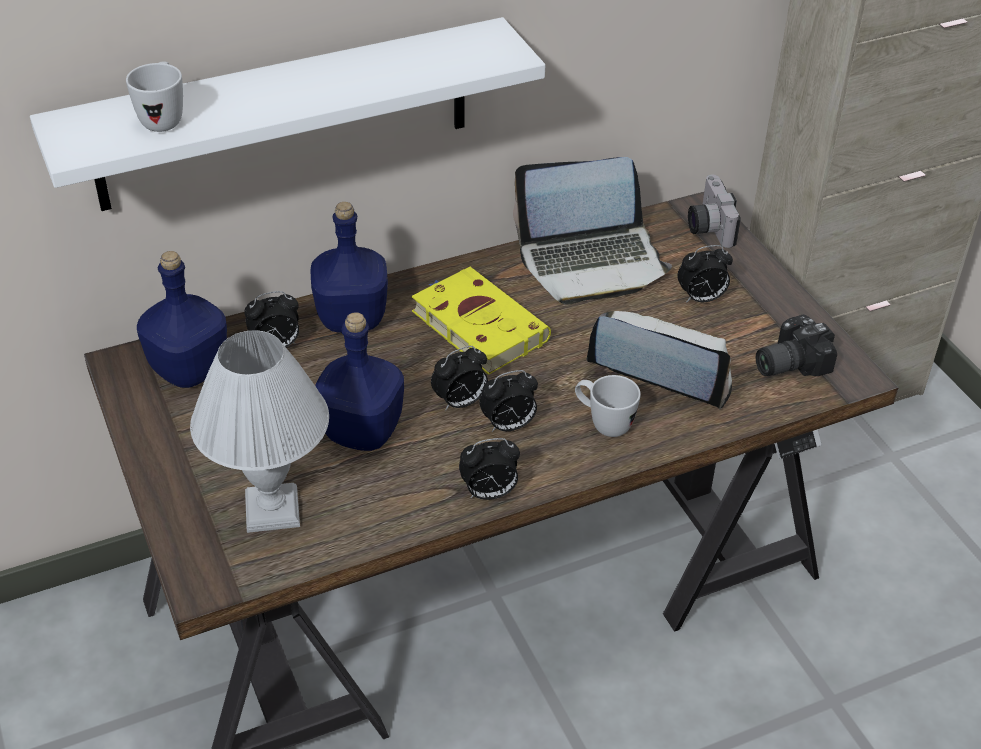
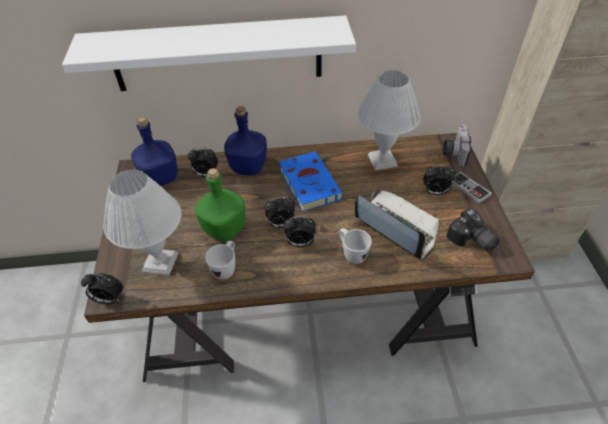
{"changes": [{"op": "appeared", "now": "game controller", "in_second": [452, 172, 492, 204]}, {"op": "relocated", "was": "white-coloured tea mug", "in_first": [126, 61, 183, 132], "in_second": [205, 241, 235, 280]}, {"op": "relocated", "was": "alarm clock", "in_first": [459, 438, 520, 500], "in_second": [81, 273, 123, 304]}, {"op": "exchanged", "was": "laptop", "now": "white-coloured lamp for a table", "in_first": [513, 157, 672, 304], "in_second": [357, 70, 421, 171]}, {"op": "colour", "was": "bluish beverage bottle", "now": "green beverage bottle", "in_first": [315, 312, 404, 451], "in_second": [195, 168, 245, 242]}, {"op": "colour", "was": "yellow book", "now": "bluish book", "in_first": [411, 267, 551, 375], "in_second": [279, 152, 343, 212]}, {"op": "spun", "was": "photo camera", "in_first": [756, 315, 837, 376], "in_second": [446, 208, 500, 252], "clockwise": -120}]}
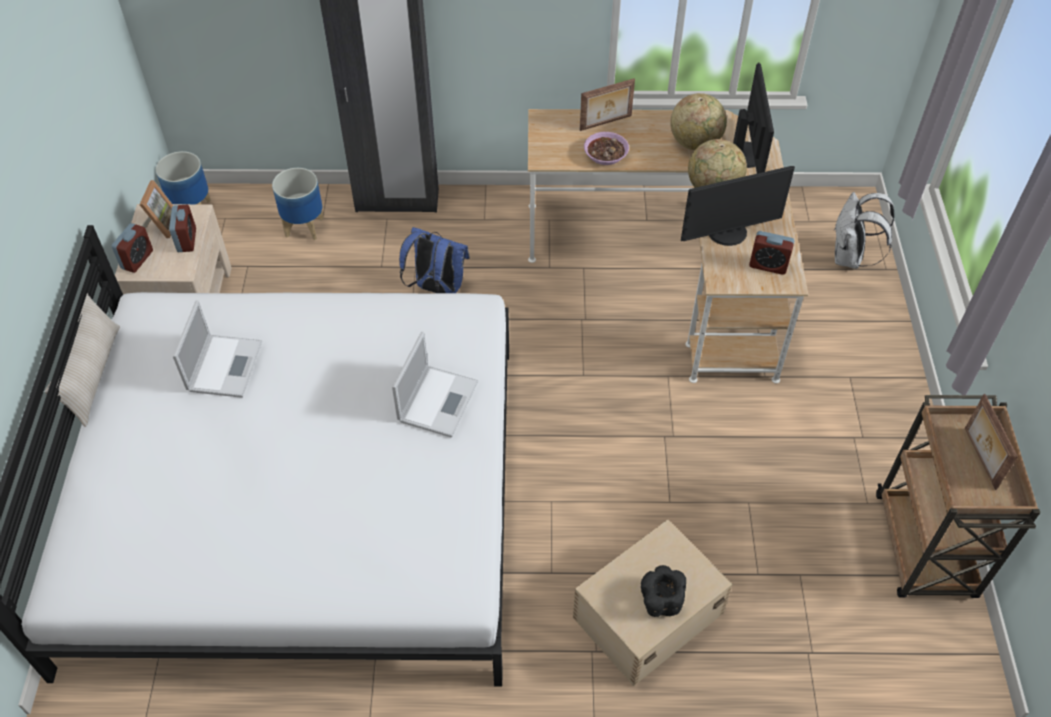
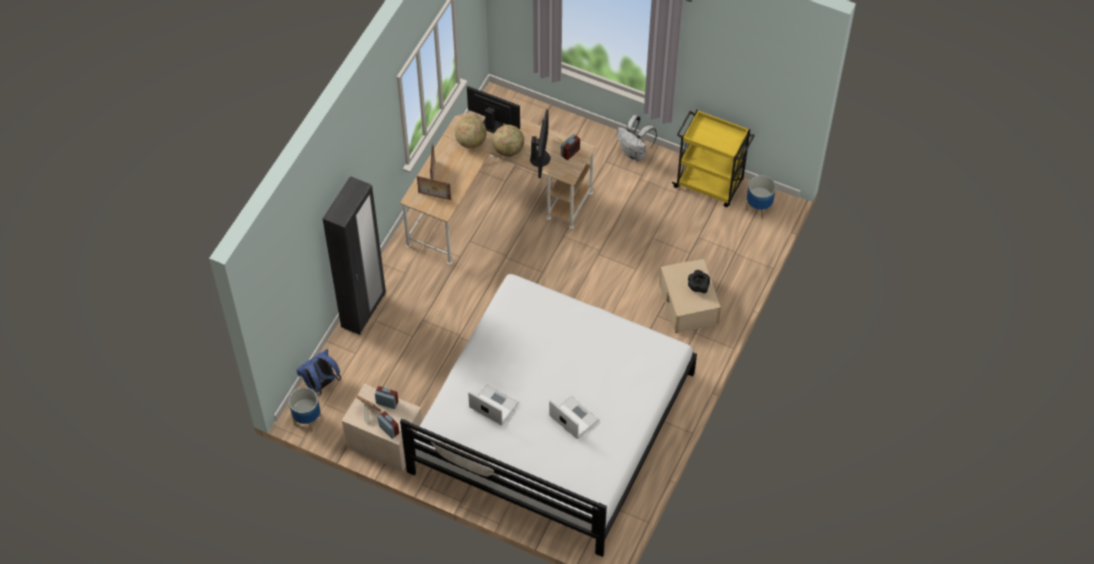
{"changes": [{"op": "missing", "was": "serving bowl", "in_first": [584, 132, 629, 165]}, {"op": "relocated", "was": "flower pot", "in_first": [272, 168, 324, 240], "in_second": [746, 175, 776, 219]}, {"op": "relocated", "was": "laptop", "in_first": [392, 332, 478, 438], "in_second": [549, 396, 599, 439]}, {"op": "relocated", "was": "bluish knapsack", "in_first": [399, 227, 470, 293], "in_second": [296, 349, 341, 396]}, {"op": "relocated", "was": "white-coloured knapsack", "in_first": [834, 192, 894, 269], "in_second": [616, 115, 657, 162]}, {"op": "relocated", "was": "standing frame", "in_first": [965, 394, 1018, 490], "in_second": [417, 176, 451, 200]}, {"op": "colour", "was": "brownish trolley", "now": "yellow trolley", "in_first": [876, 395, 1041, 598], "in_second": [672, 109, 755, 207]}]}
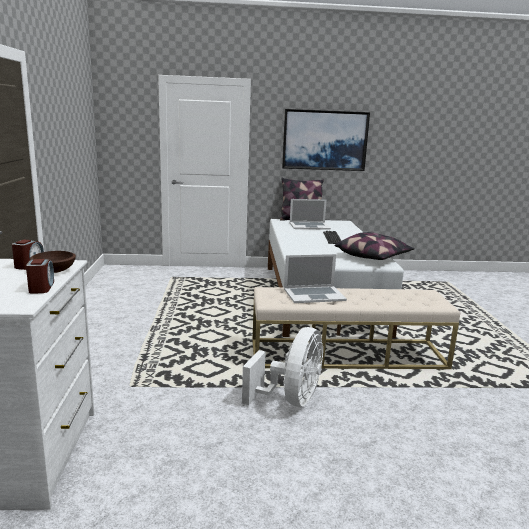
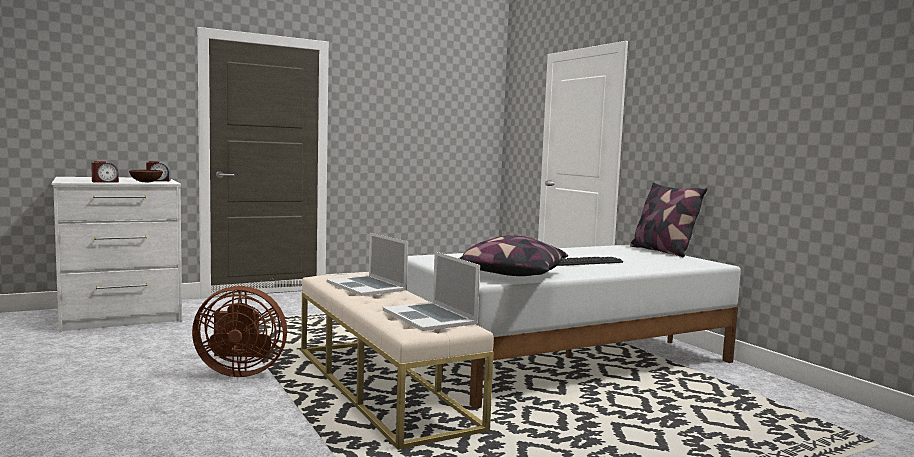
{"changes": [{"op": "missing", "was": "wall art", "in_first": [282, 109, 370, 171]}, {"op": "relocated", "was": "laptop", "in_first": [290, 199, 331, 230], "in_second": [383, 251, 480, 331]}, {"op": "colour", "was": "white-coloured fan", "now": "brownish fan", "in_first": [242, 327, 323, 407], "in_second": [192, 286, 287, 377]}]}
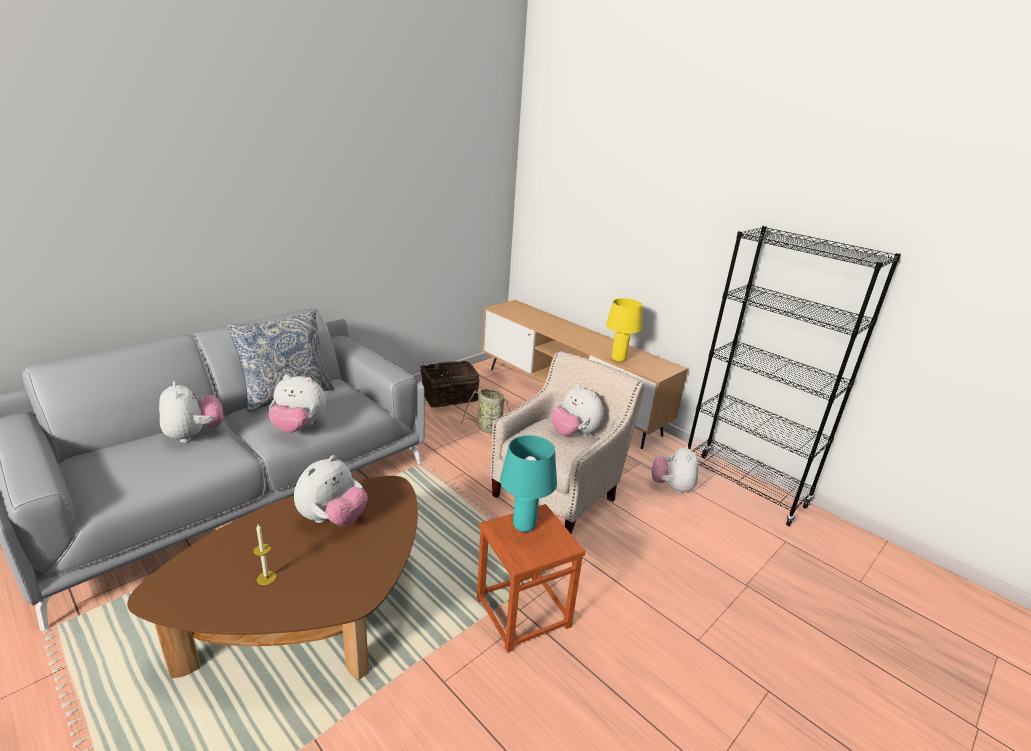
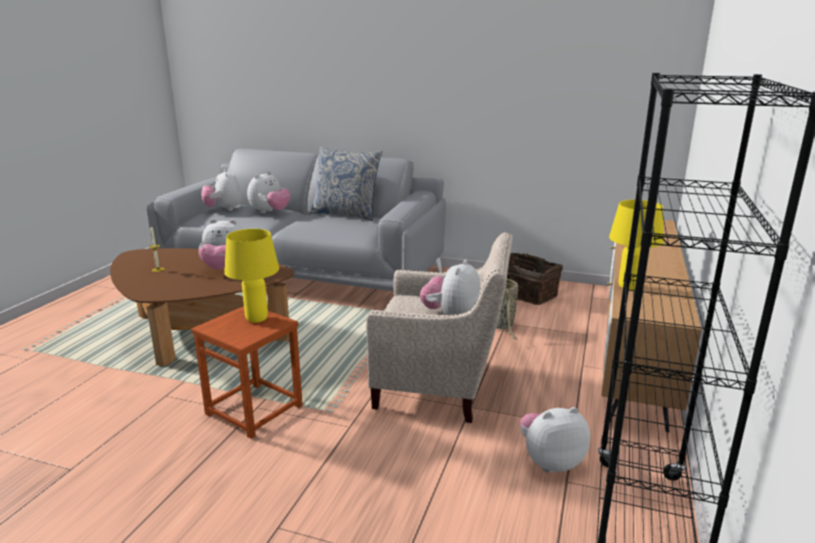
{"changes": [{"op": "relocated", "was": "soft toy", "in_first": [268, 375, 326, 433], "in_second": [201, 169, 242, 211]}, {"op": "colour", "was": "turquoise-coloured lamp for a table", "now": "yellow lamp for a table", "in_first": [500, 435, 557, 532], "in_second": [224, 229, 279, 323]}]}
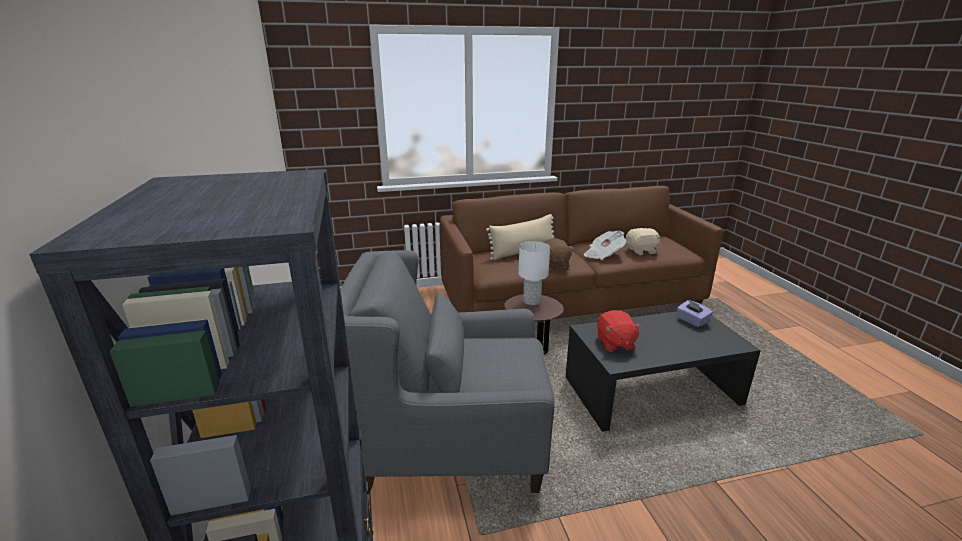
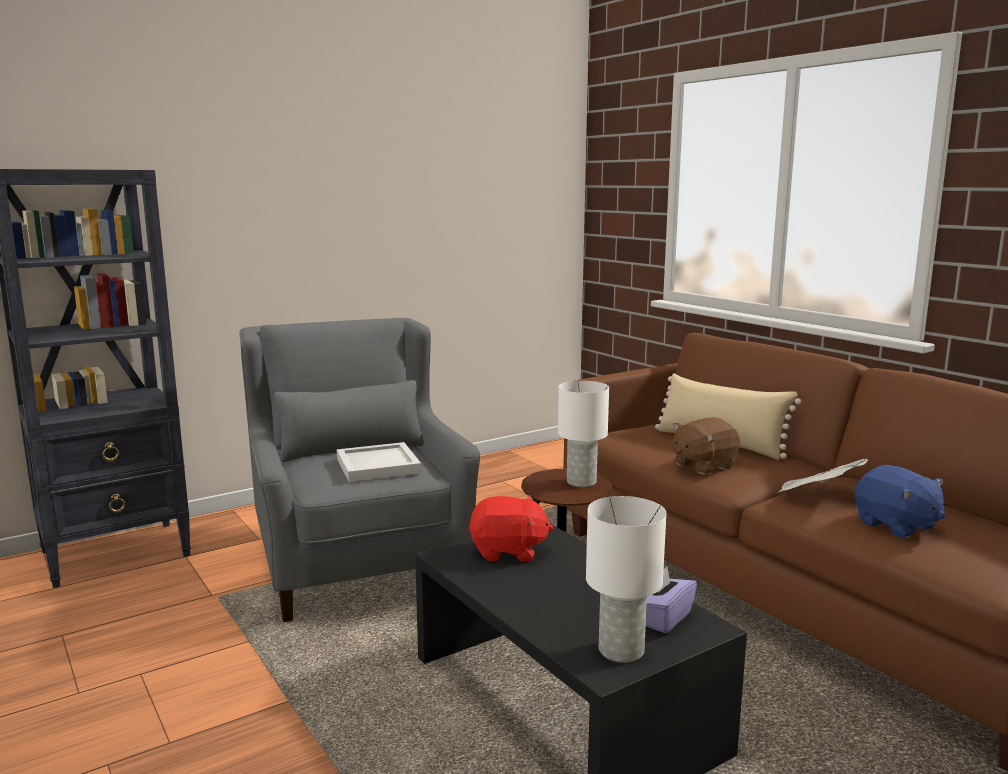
{"changes": [{"op": "appeared", "now": "white-coloured tray", "in_second": [337, 442, 421, 482]}, {"op": "appeared", "now": "white-coloured lamp for a table", "in_second": [586, 496, 666, 663]}, {"op": "colour", "was": "beige soft toy", "now": "bluish soft toy", "in_first": [626, 228, 660, 255], "in_second": [855, 465, 945, 538]}, {"op": "spun", "was": "red-coloured soft toy", "in_first": [597, 310, 642, 352], "in_second": [468, 495, 554, 561], "clockwise": -150}]}
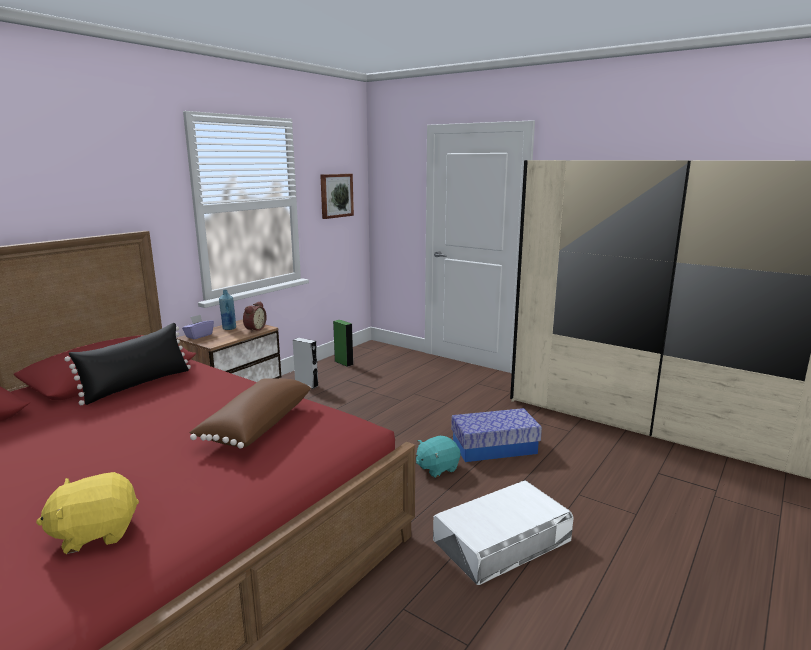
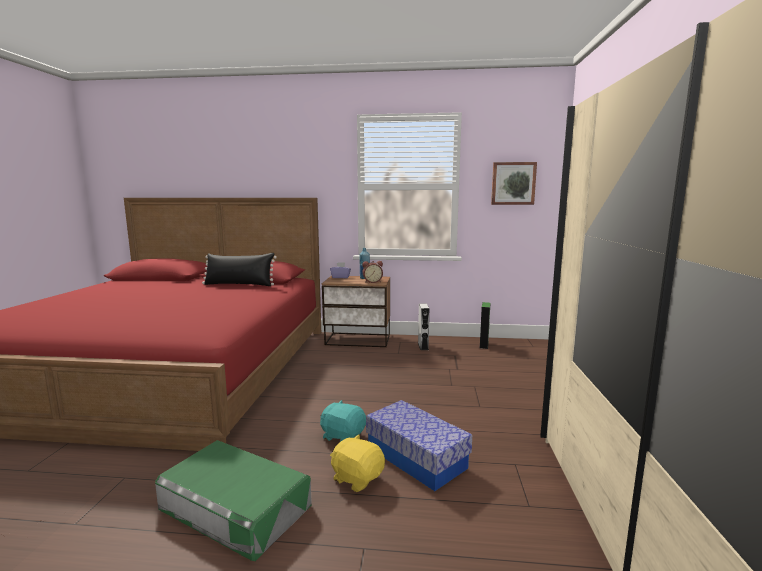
{"changes": [{"op": "missing", "was": "brownish cushion", "in_first": [189, 378, 311, 449]}, {"op": "relocated", "was": "yellow soft toy", "in_first": [36, 472, 139, 554], "in_second": [330, 434, 385, 492]}, {"op": "colour", "was": "white-coloured storage bin", "now": "green storage bin", "in_first": [433, 480, 574, 585], "in_second": [155, 440, 312, 561]}]}
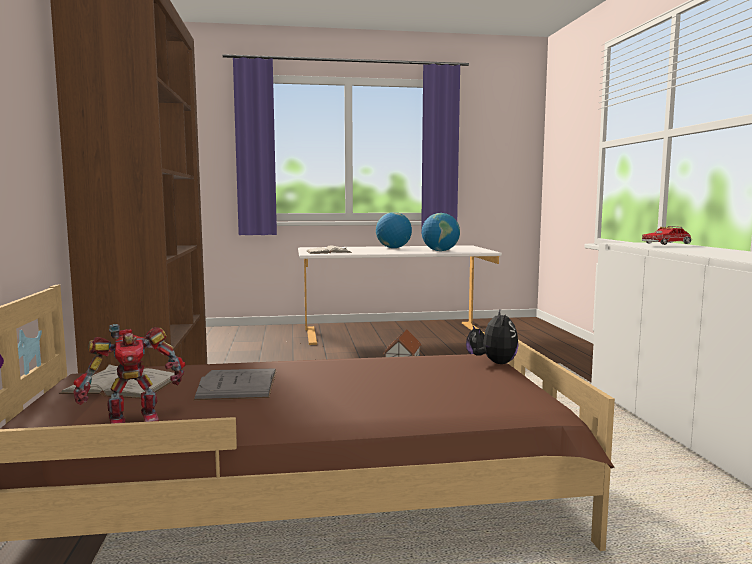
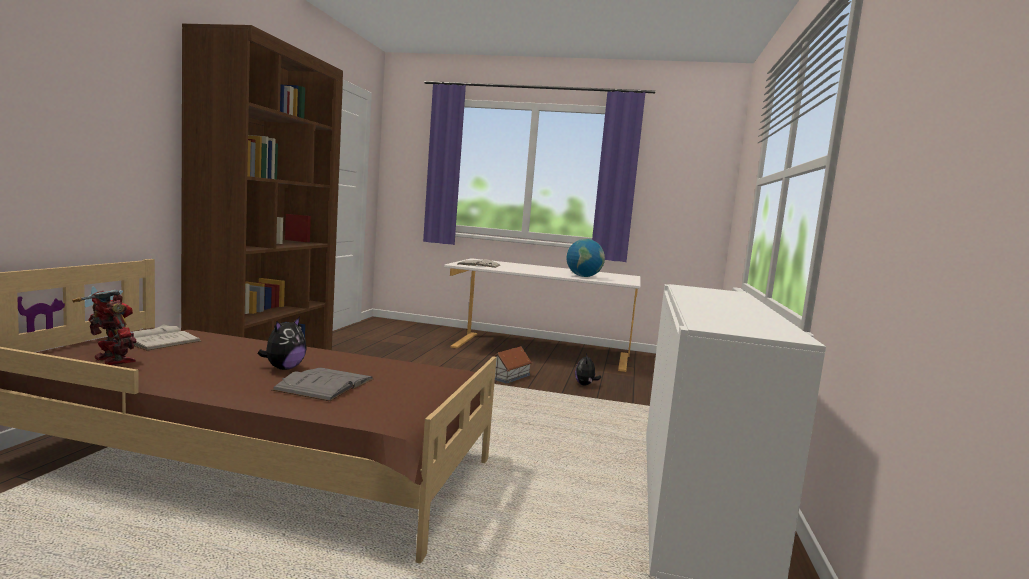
{"changes": [{"op": "missing", "was": "world globe", "in_first": [376, 212, 412, 248]}, {"op": "missing", "was": "model truck", "in_first": [642, 226, 692, 245]}, {"op": "relocated", "was": "greyish book", "in_first": [193, 368, 277, 400], "in_second": [272, 367, 374, 401]}, {"op": "relocated", "was": "soft toy", "in_first": [473, 308, 519, 364], "in_second": [258, 317, 307, 370]}, {"op": "spun", "was": "robot figure", "in_first": [73, 324, 185, 424], "in_second": [72, 289, 137, 365], "clockwise": -135}]}
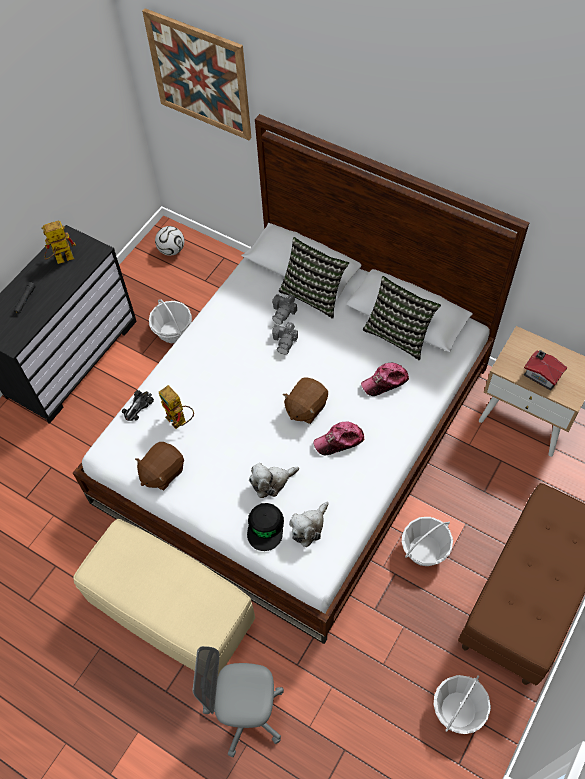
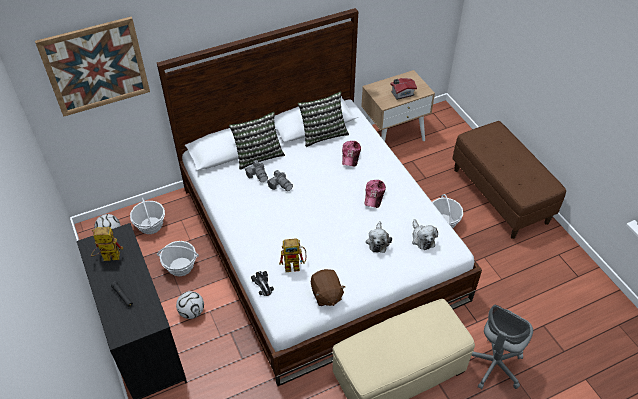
{"changes": [{"op": "missing", "was": "blackish cap", "in_first": [247, 503, 284, 551]}, {"op": "missing", "was": "brownish soft toy", "in_first": [283, 377, 328, 424]}, {"op": "appeared", "now": "ball for football", "in_second": [176, 291, 204, 319]}, {"op": "relocated", "was": "basket", "in_first": [434, 675, 491, 734], "in_second": [130, 198, 165, 234]}, {"op": "spun", "was": "robot figure", "in_first": [41, 220, 76, 264], "in_second": [91, 227, 123, 261], "clockwise": 75}]}
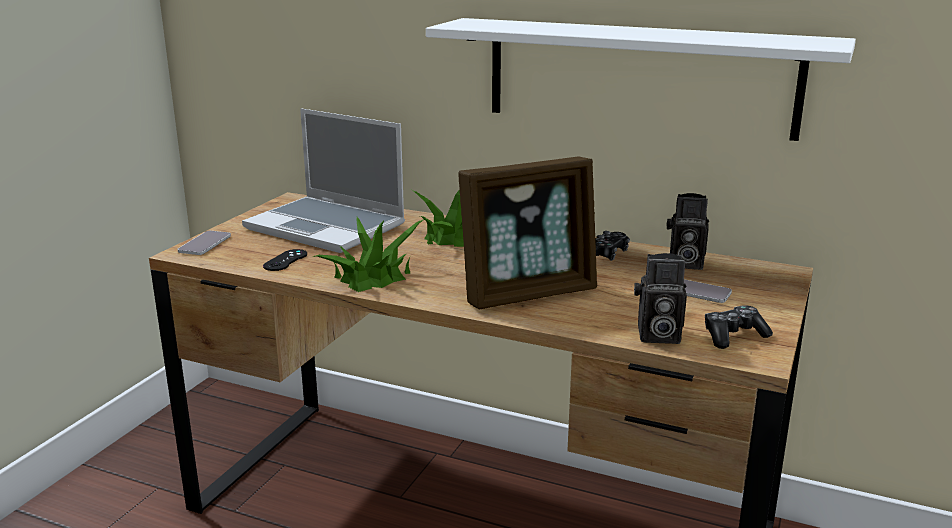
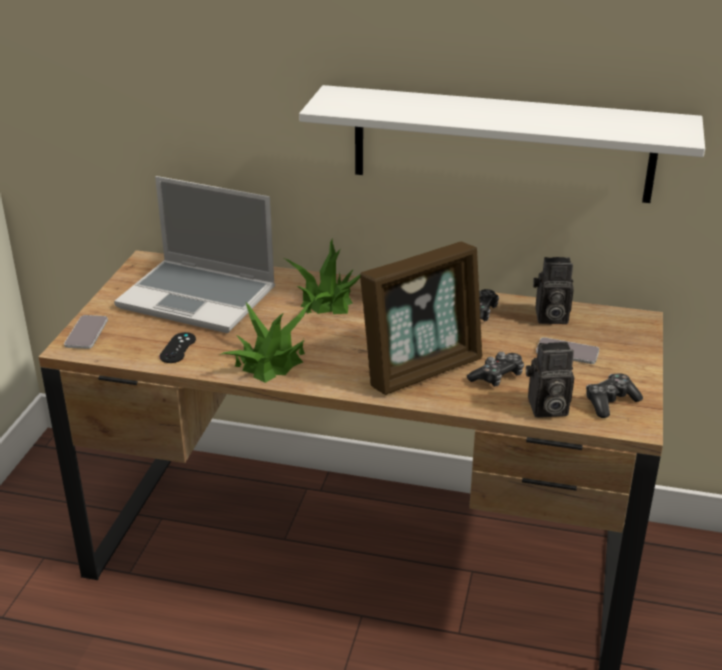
{"changes": [{"op": "appeared", "now": "game controller", "in_second": [467, 352, 524, 387]}]}
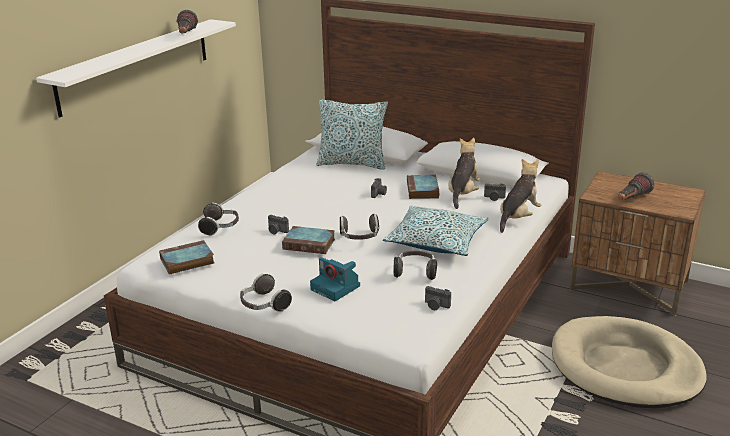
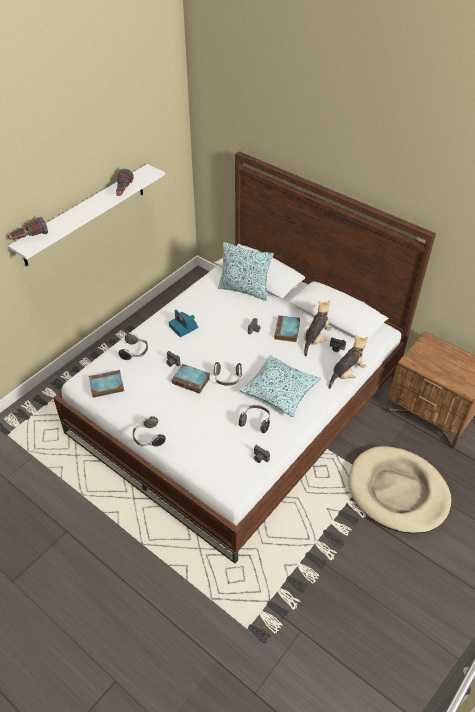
{"changes": [{"op": "relocated", "was": "photo camera", "in_first": [310, 257, 360, 301], "in_second": [169, 309, 198, 337]}, {"op": "relocated", "was": "flashlight", "in_first": [618, 172, 654, 200], "in_second": [8, 217, 48, 240]}]}
